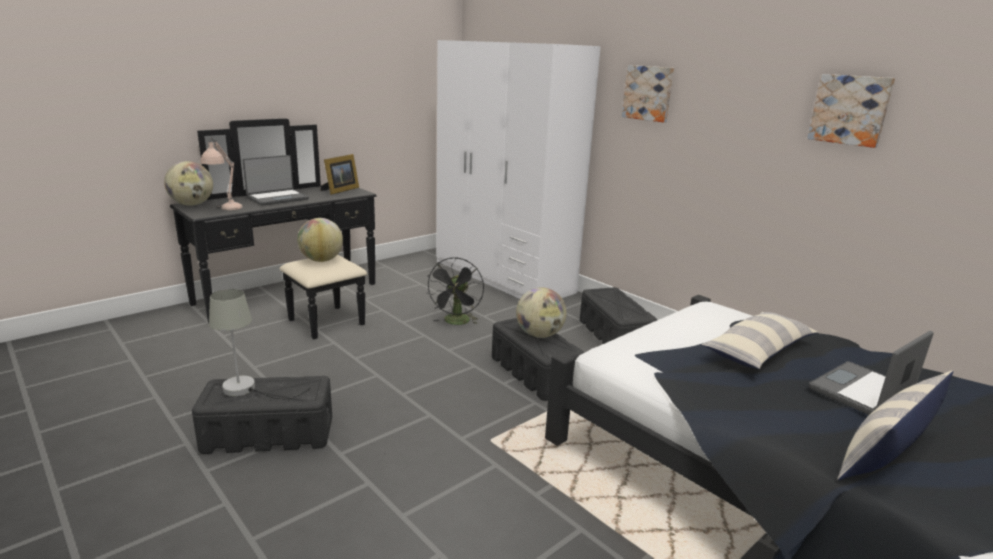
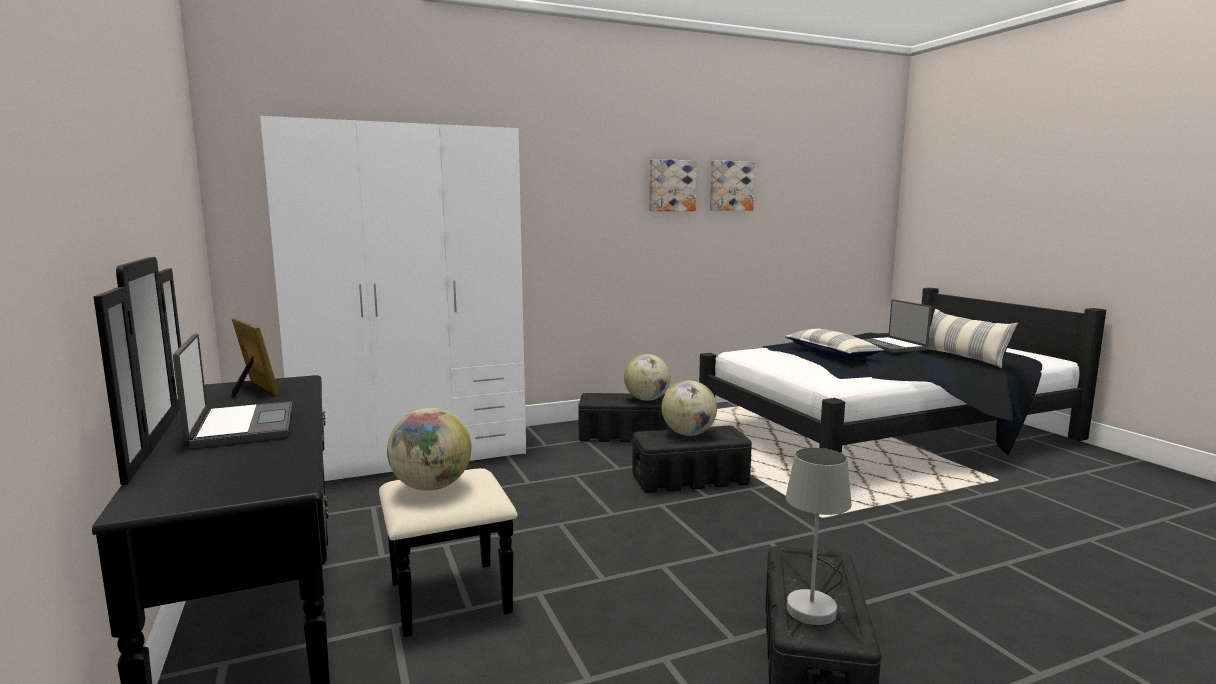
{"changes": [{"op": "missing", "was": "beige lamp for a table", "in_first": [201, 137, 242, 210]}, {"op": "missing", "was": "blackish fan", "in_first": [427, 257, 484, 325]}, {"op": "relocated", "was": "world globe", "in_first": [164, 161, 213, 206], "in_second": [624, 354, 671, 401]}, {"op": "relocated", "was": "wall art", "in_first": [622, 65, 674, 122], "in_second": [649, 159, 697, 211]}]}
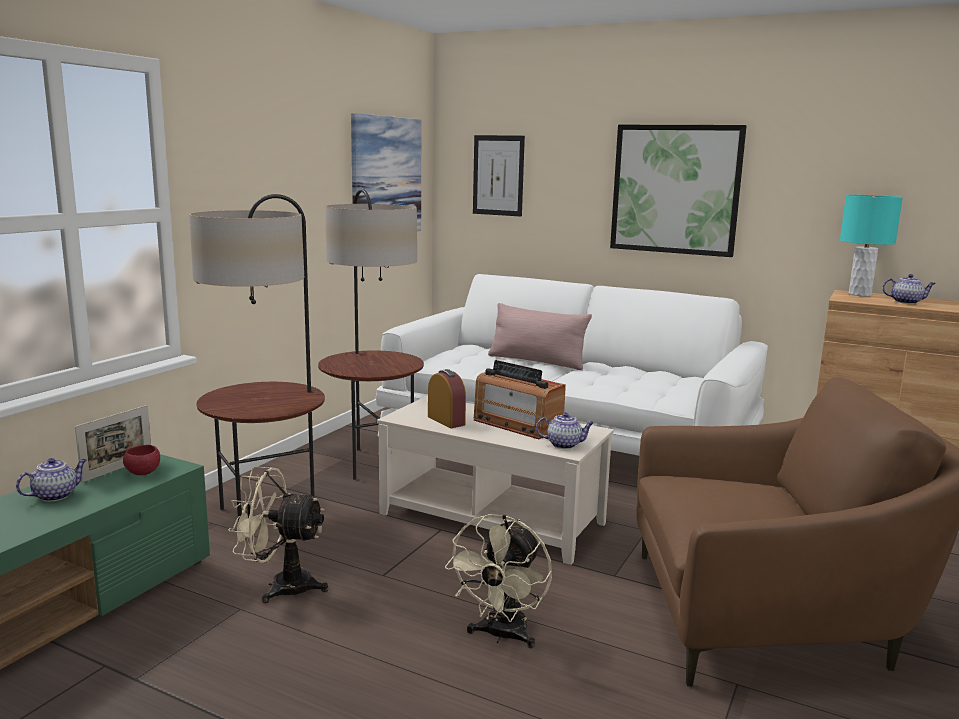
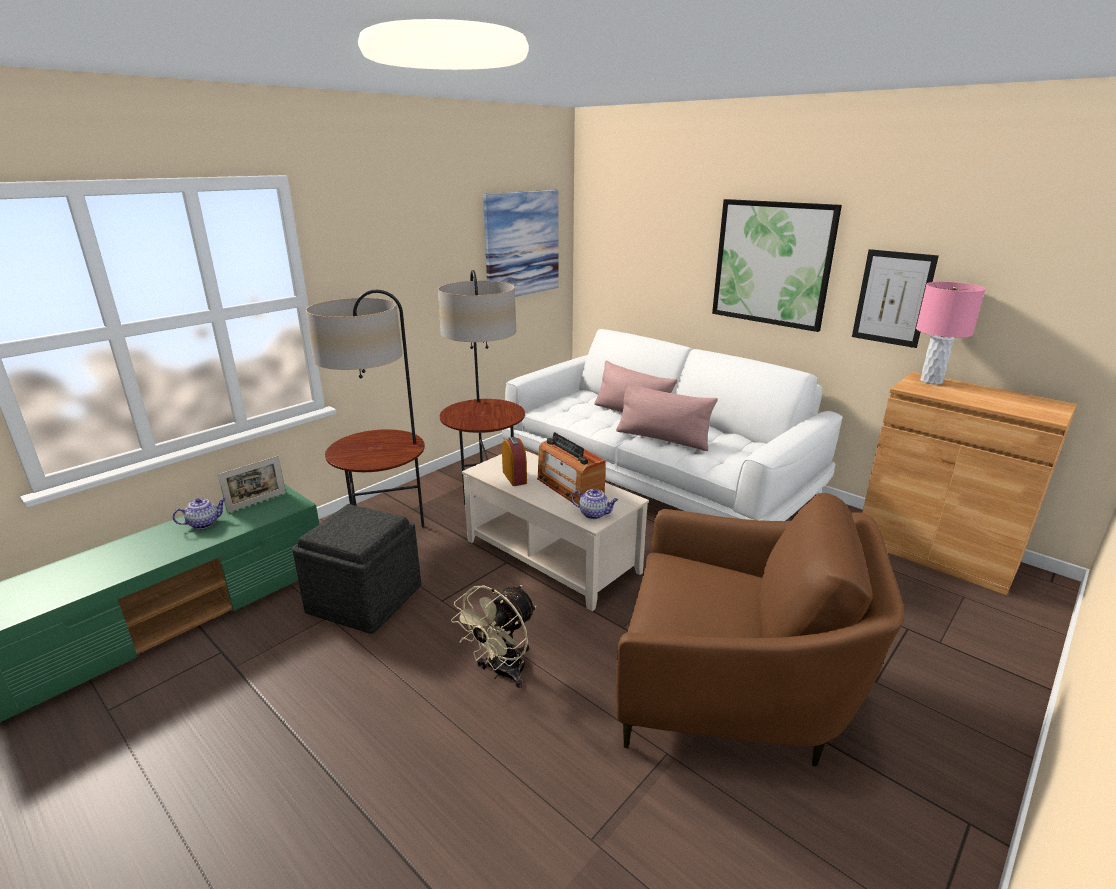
{"changes": [{"op": "missing", "was": "red-coloured serving bowl", "in_first": [123, 445, 160, 475]}, {"op": "missing", "was": "pot for tea", "in_first": [882, 274, 936, 304]}, {"op": "appeared", "now": "pinkish cushion", "in_second": [616, 382, 718, 451]}, {"op": "relocated", "was": "wall art", "in_first": [473, 135, 525, 216], "in_second": [852, 249, 939, 348]}, {"op": "exchanged", "was": "beige fan", "now": "greyish ottoman", "in_first": [228, 466, 328, 603], "in_second": [292, 504, 421, 634]}, {"op": "colour", "was": "turquoise-coloured lamp for a table", "now": "pinkish lamp for a table", "in_first": [840, 195, 903, 296], "in_second": [916, 282, 985, 385]}]}
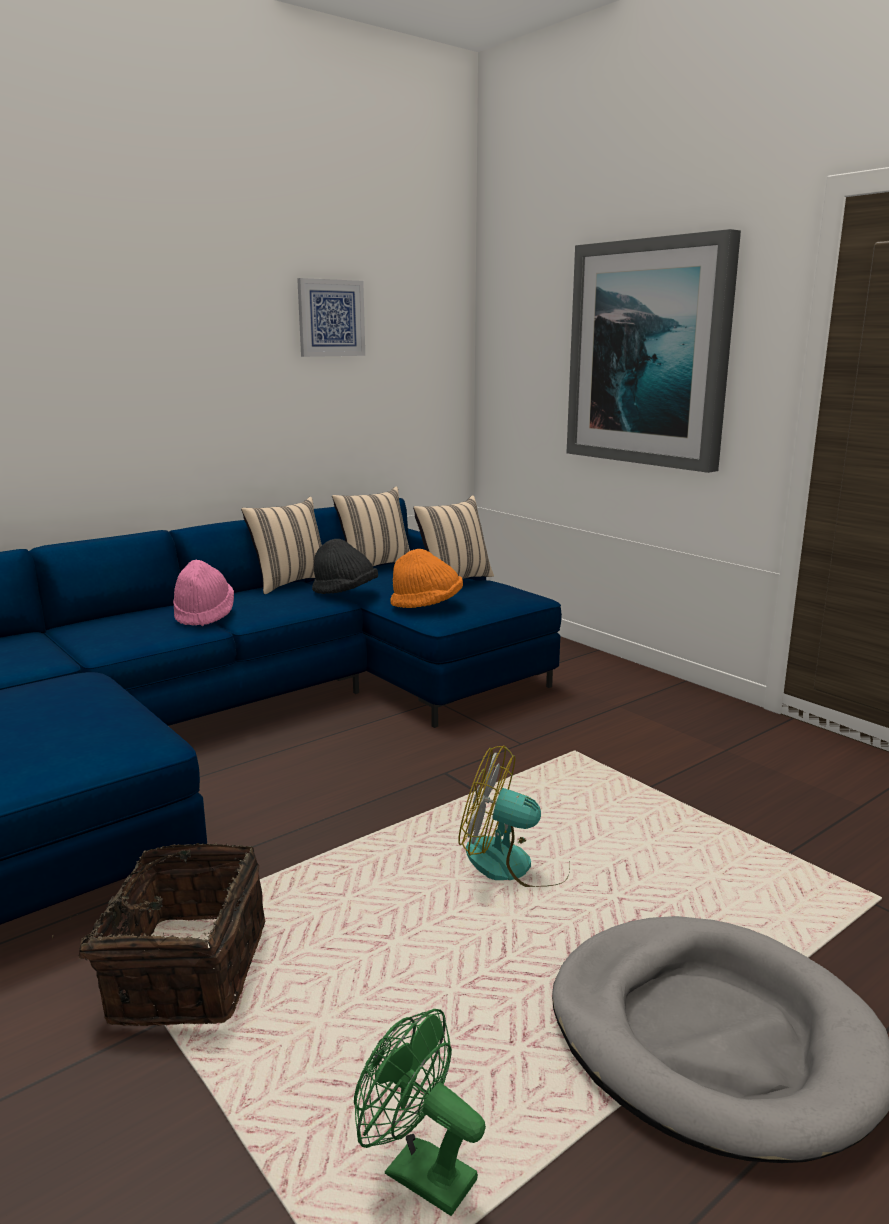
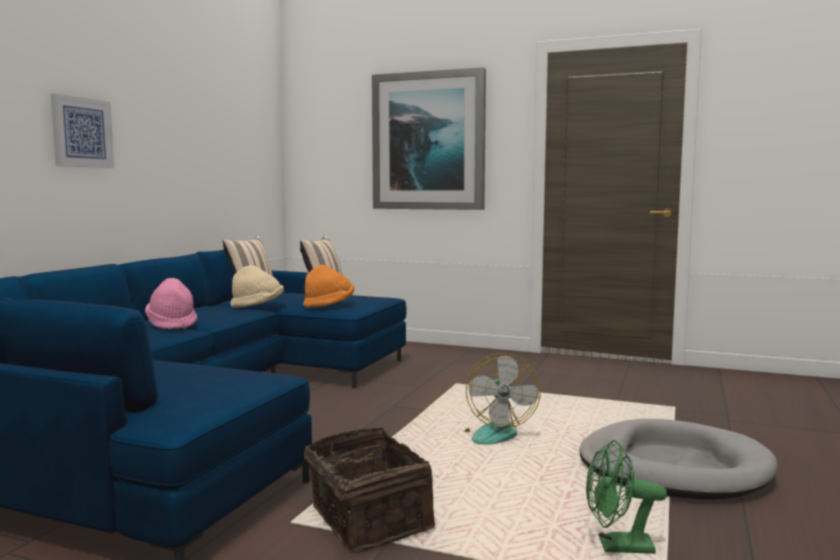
{"changes": [{"op": "missing", "was": "beige cushion", "in_first": [241, 497, 322, 594]}, {"op": "relocated", "was": "wall art", "in_first": [297, 278, 365, 357], "in_second": [51, 93, 114, 168]}, {"op": "colour", "was": "blackish wearable hat", "now": "beige wearable hat", "in_first": [312, 539, 378, 594], "in_second": [231, 265, 284, 308]}, {"op": "spun", "was": "fan", "in_first": [458, 746, 570, 887], "in_second": [464, 353, 541, 445], "clockwise": -75}]}
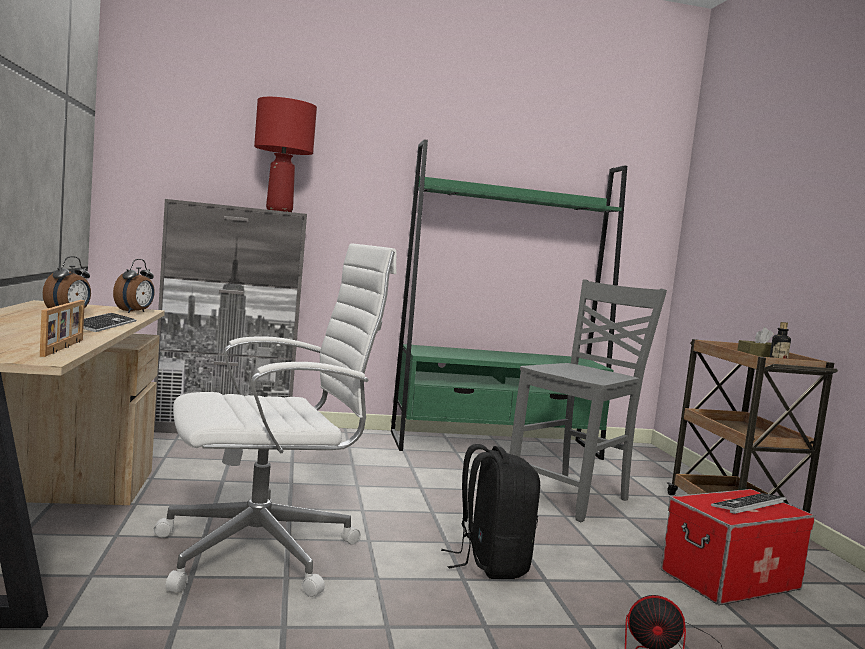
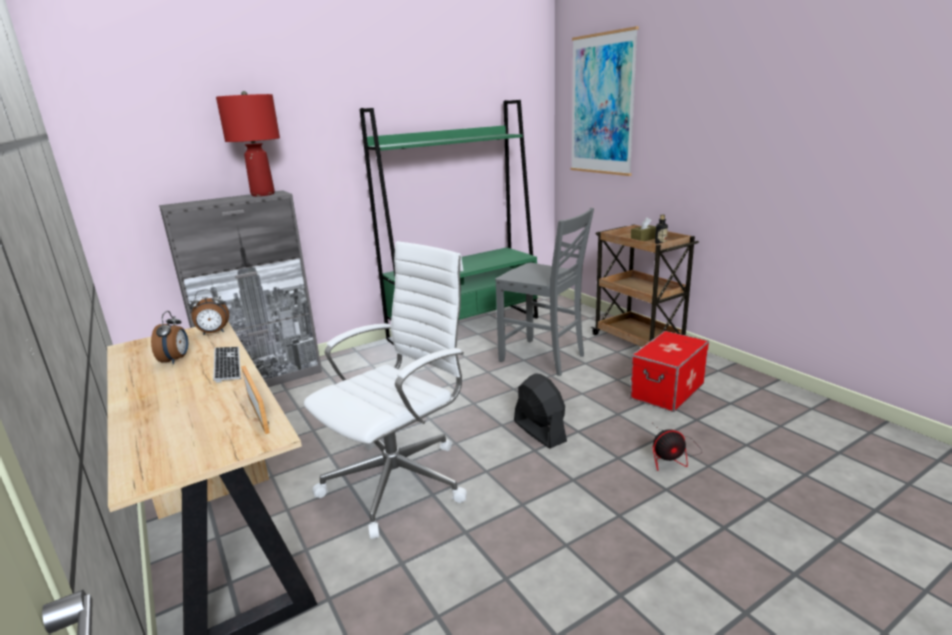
{"changes": [{"op": "missing", "was": "PC keyboard", "in_first": [711, 493, 787, 514]}, {"op": "appeared", "now": "wall art", "in_second": [570, 26, 639, 176]}, {"op": "exchanged", "was": "blackish knapsack", "now": "blackish fan", "in_first": [441, 444, 540, 579], "in_second": [514, 373, 567, 449]}, {"op": "spun", "was": "alarm clock", "in_first": [113, 259, 155, 313], "in_second": [189, 289, 229, 335], "clockwise": 75}, {"op": "spun", "was": "greyish upright chair", "in_first": [509, 279, 667, 522], "in_second": [495, 208, 594, 376], "clockwise": 105}]}
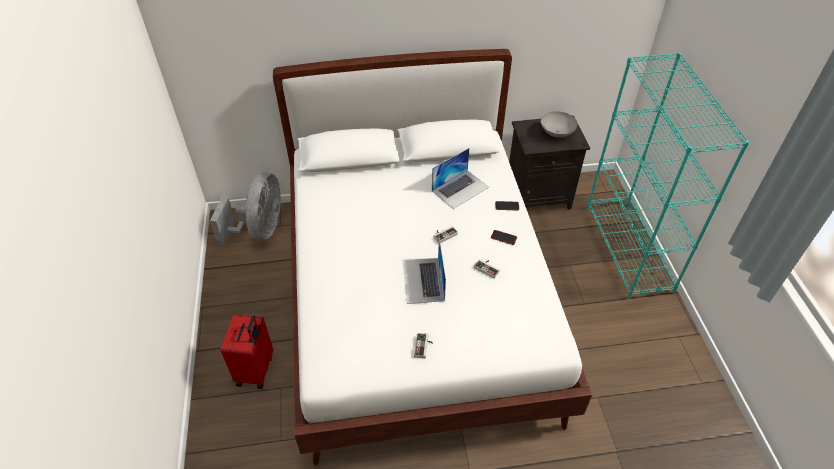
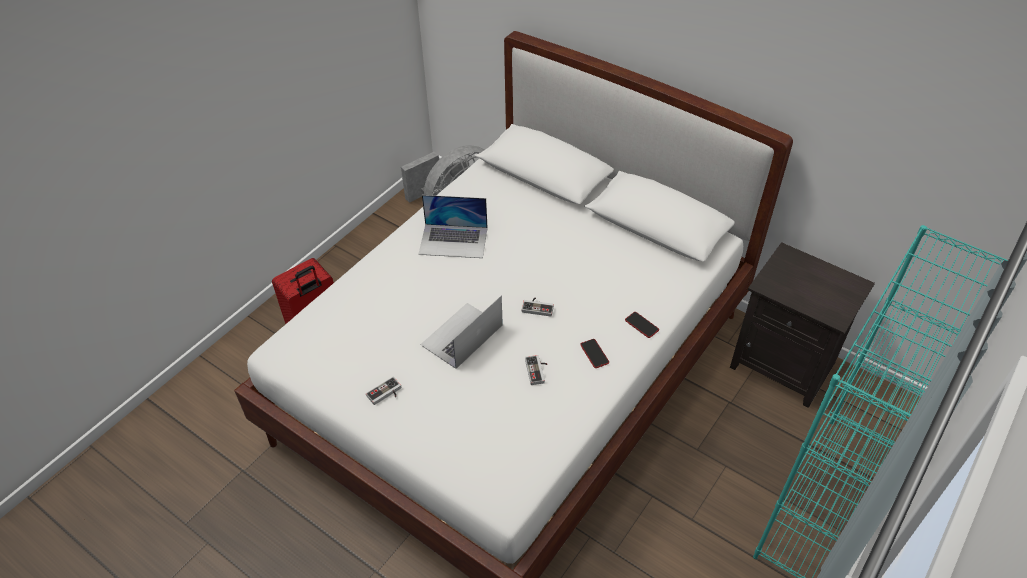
{"changes": [{"op": "missing", "was": "greyish serving bowl", "in_first": [541, 111, 578, 138]}, {"op": "relocated", "was": "laptop", "in_first": [432, 148, 489, 209], "in_second": [419, 195, 487, 258]}]}
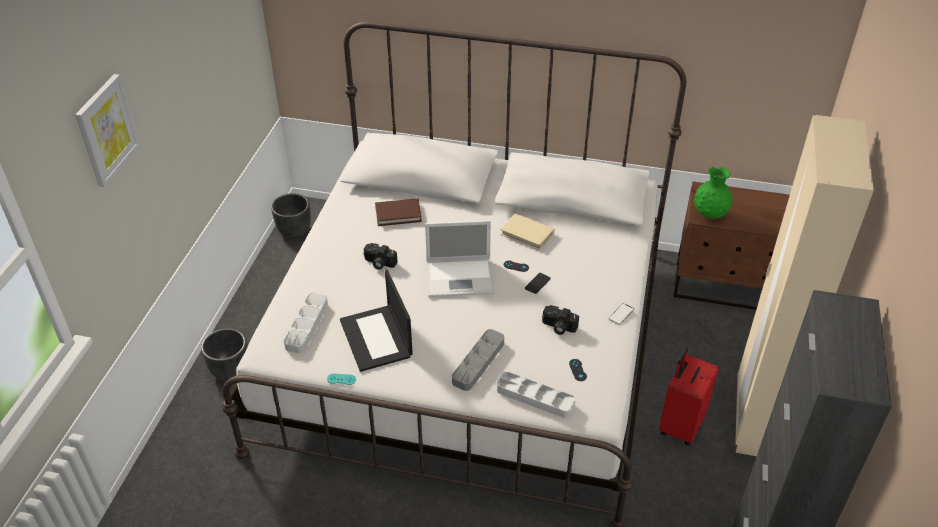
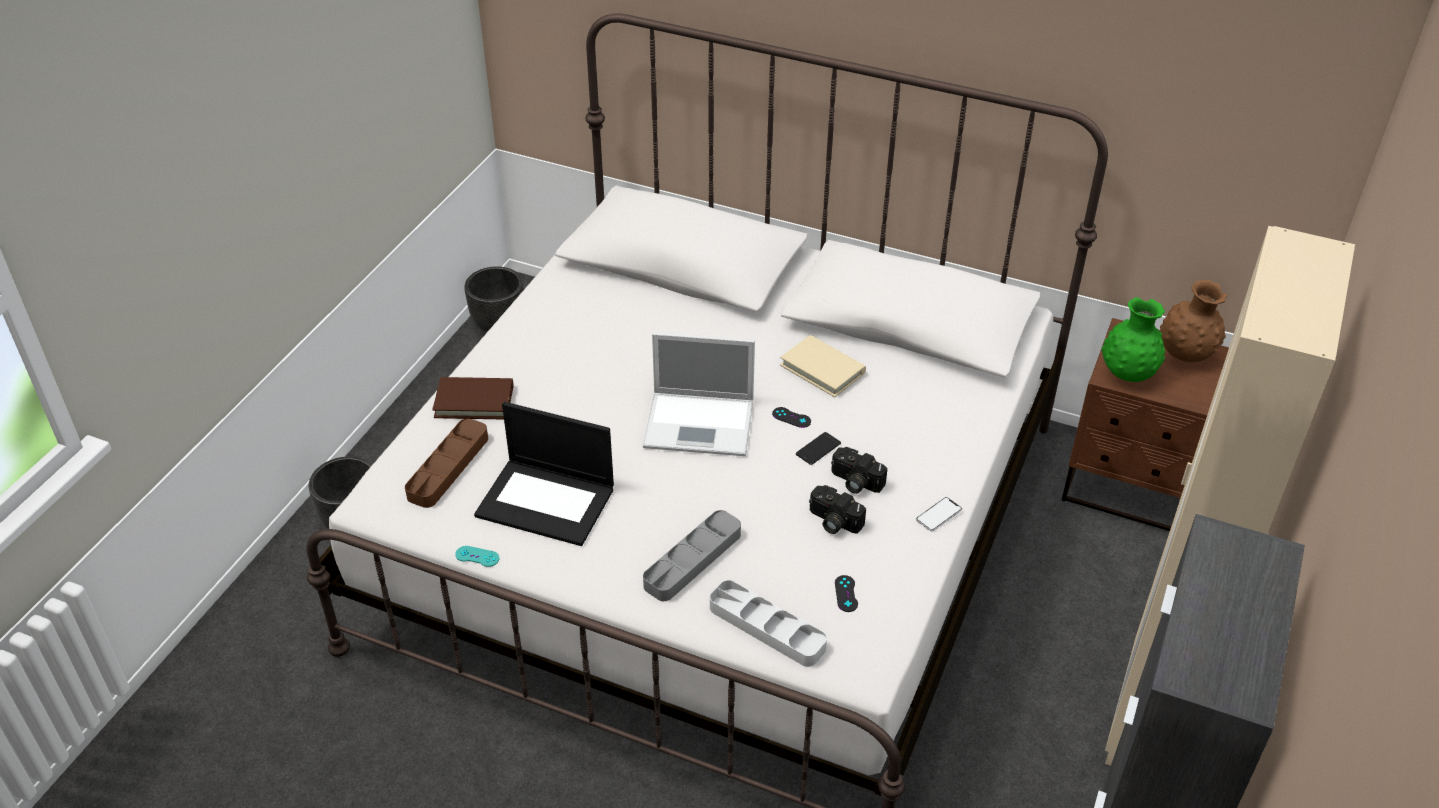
{"changes": [{"op": "missing", "was": "wall art", "in_first": [75, 74, 140, 187]}, {"op": "missing", "was": "red-coloured travel case", "in_first": [659, 347, 719, 445]}, {"op": "appeared", "now": "brownish vase", "in_second": [1160, 280, 1227, 362]}, {"op": "relocated", "was": "photo camera", "in_first": [363, 243, 398, 270], "in_second": [831, 447, 887, 494]}, {"op": "relocated", "was": "brownish book", "in_first": [375, 198, 422, 226], "in_second": [432, 377, 514, 420]}, {"op": "colour", "was": "greyish tray", "now": "brownish tray", "in_first": [284, 293, 328, 353], "in_second": [405, 418, 488, 508]}, {"op": "spun", "was": "laptop", "in_first": [340, 270, 413, 372], "in_second": [474, 402, 614, 546], "clockwise": -60}]}
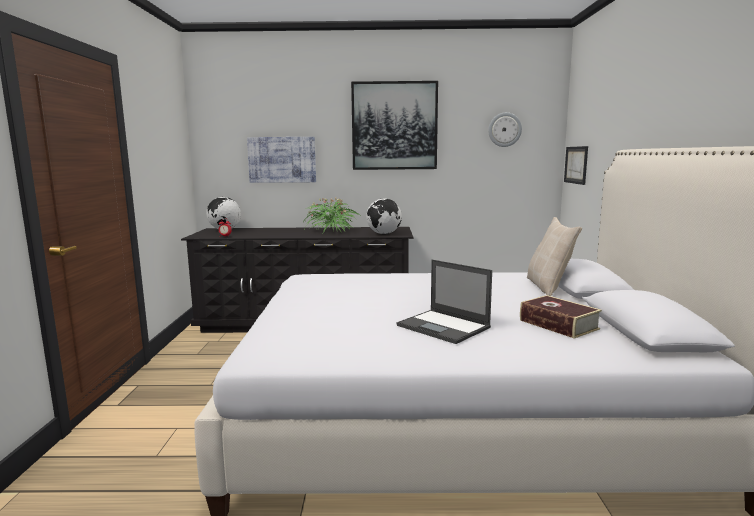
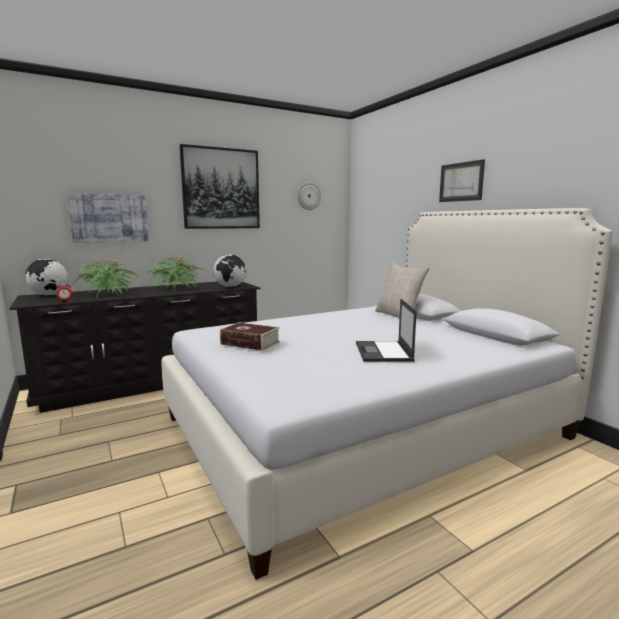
{"changes": [{"op": "appeared", "now": "potted plant", "in_second": [71, 258, 138, 297]}, {"op": "relocated", "was": "book", "in_first": [520, 295, 602, 339], "in_second": [220, 322, 280, 351]}, {"op": "relocated", "was": "wall art", "in_first": [564, 146, 588, 185], "in_second": [439, 159, 485, 202]}, {"op": "spun", "was": "laptop", "in_first": [397, 260, 492, 344], "in_second": [356, 299, 417, 362], "clockwise": 75}]}
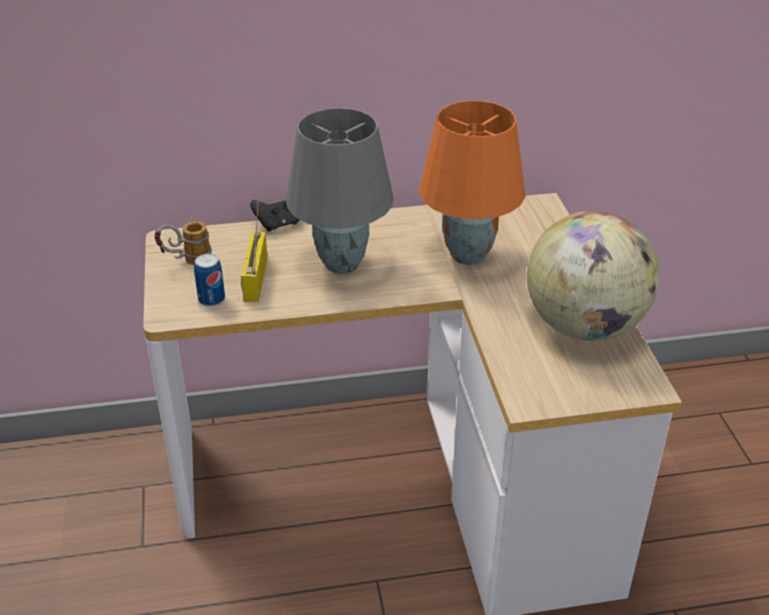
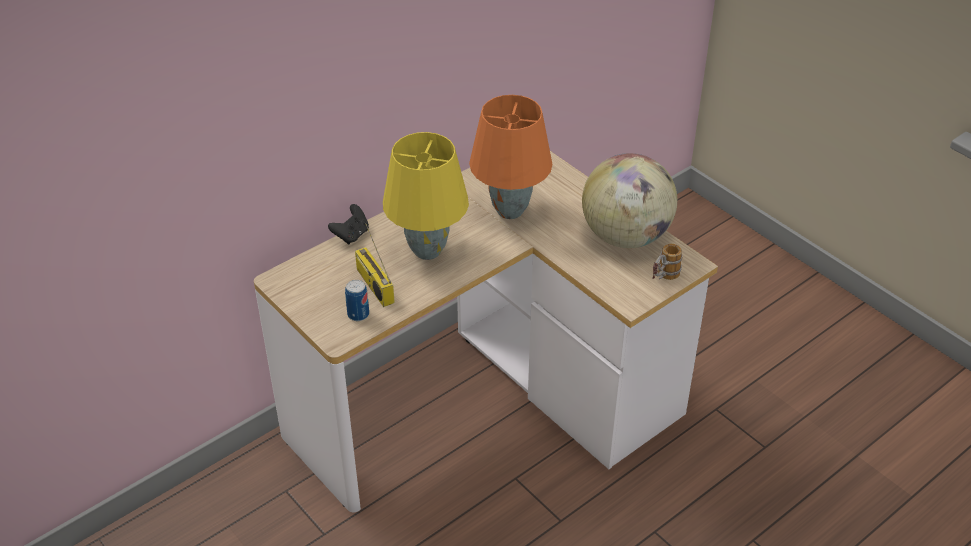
{"changes": [{"op": "relocated", "was": "tea mug", "in_first": [154, 221, 212, 265], "in_second": [652, 244, 683, 280]}, {"op": "colour", "was": "greyish lamp for a table", "now": "yellow lamp for a table", "in_first": [286, 108, 394, 274], "in_second": [383, 132, 469, 260]}]}
